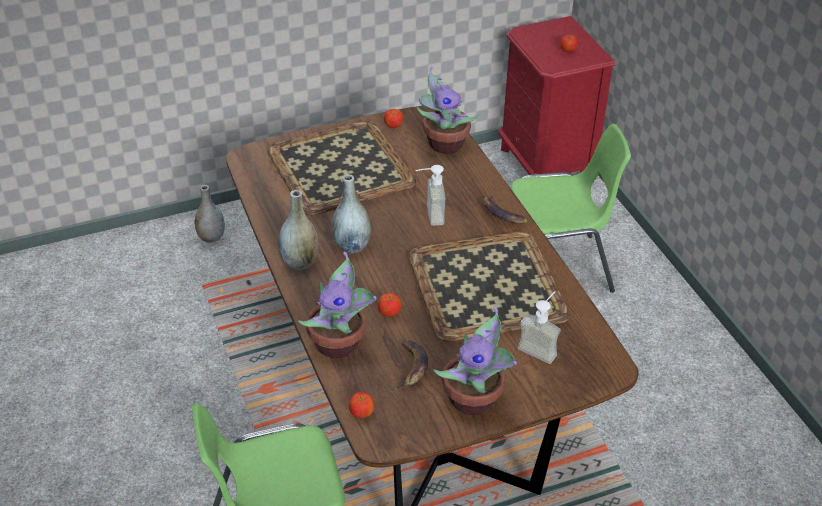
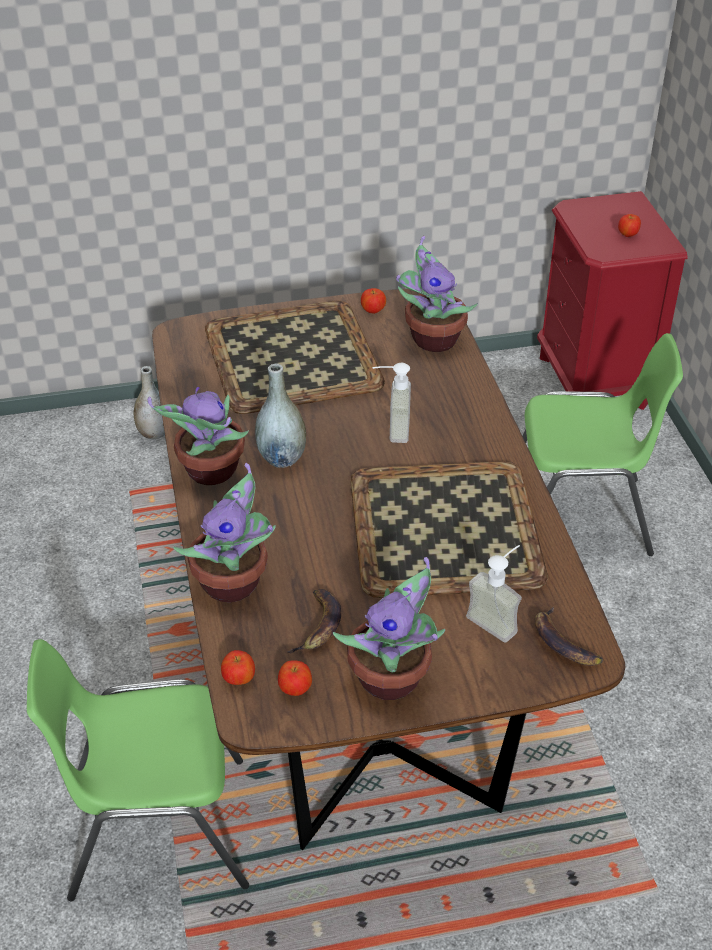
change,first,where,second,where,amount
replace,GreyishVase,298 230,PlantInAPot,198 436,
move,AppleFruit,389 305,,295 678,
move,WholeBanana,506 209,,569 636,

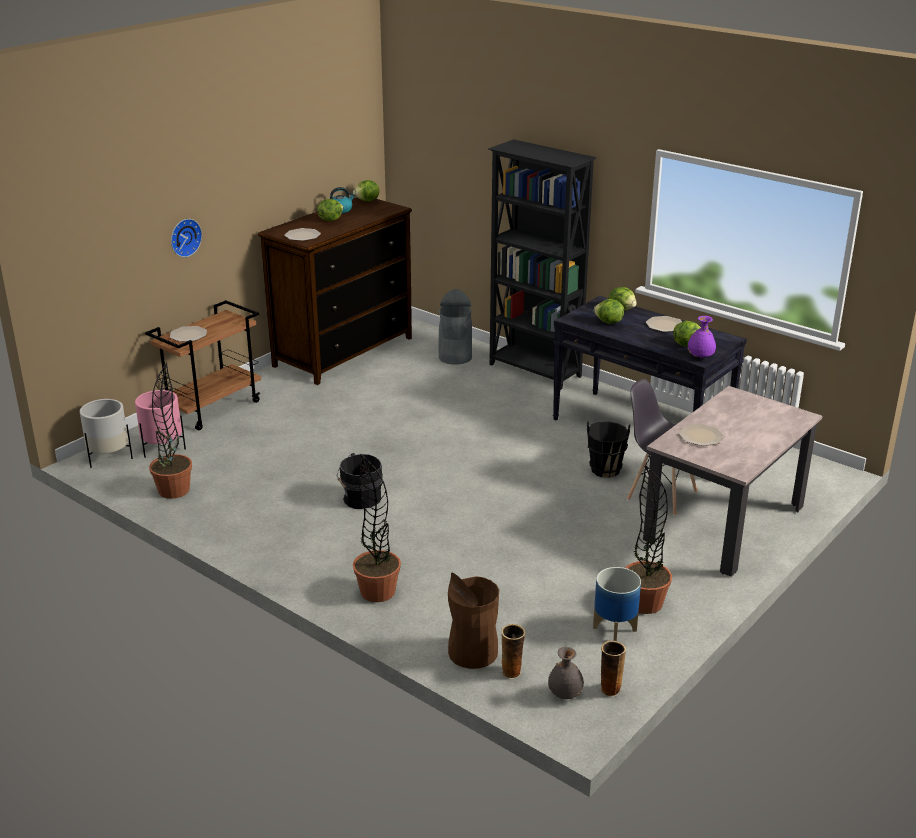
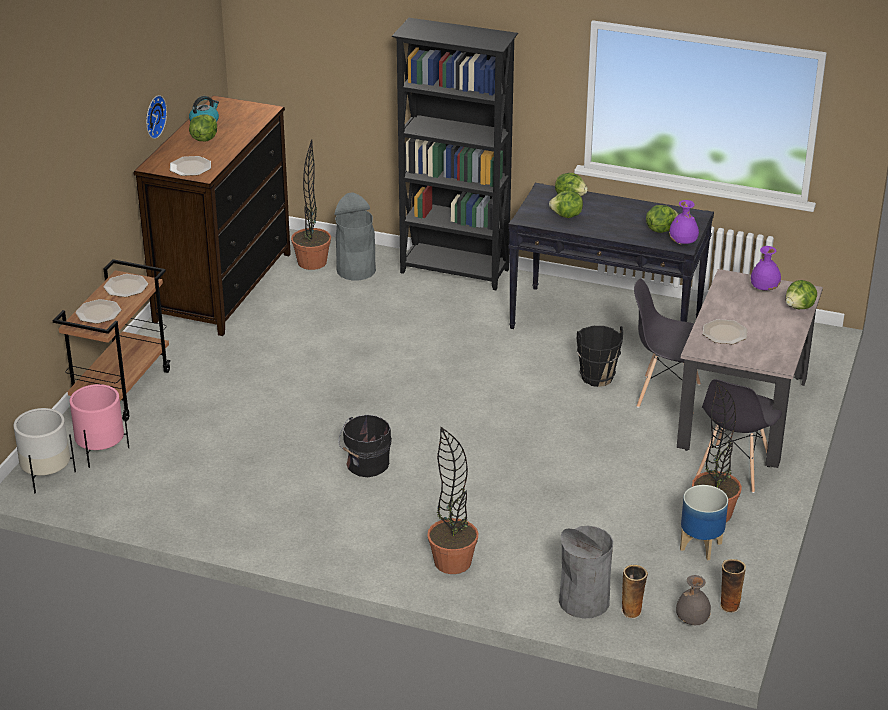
change,first,where,second,where,amount
move,PlantInAPot,170 430,,311 204,
move,WallClock,186 238,,156 117,
move,HeadOfLettuce,366 190,,801 294,
recolor,BrownRubbishBin,473 621,GreyishRubbishBin,586 572,
move,DinnerPlate,664 324,,126 285,
insert,,,GreyishUprightChair,739 436,
insert,,,PurpleColouredVase,766 268,

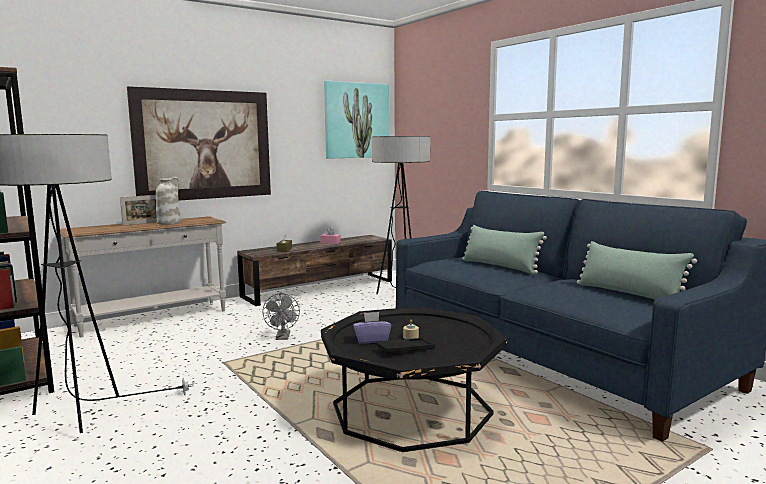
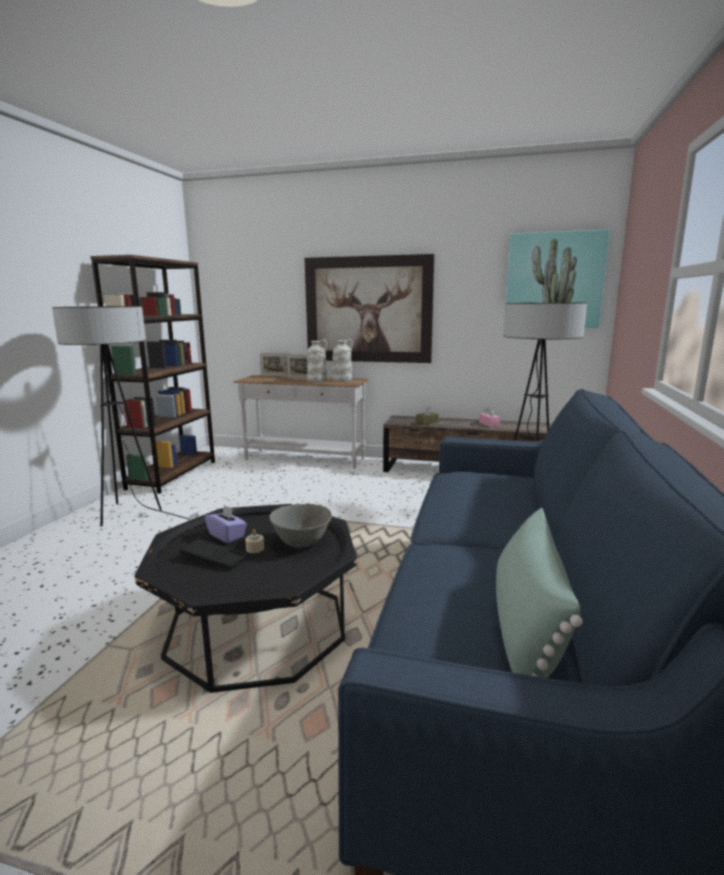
change,first,where,second,where,amount
delete,GreyishFan,281 316,,,
delete,GreenThrowPillow,504 249,,,
insert,,,PhotoFrame,275 364,
insert,,,GreyishBowl,300 526,
insert,,,WhitishVase,342 360,

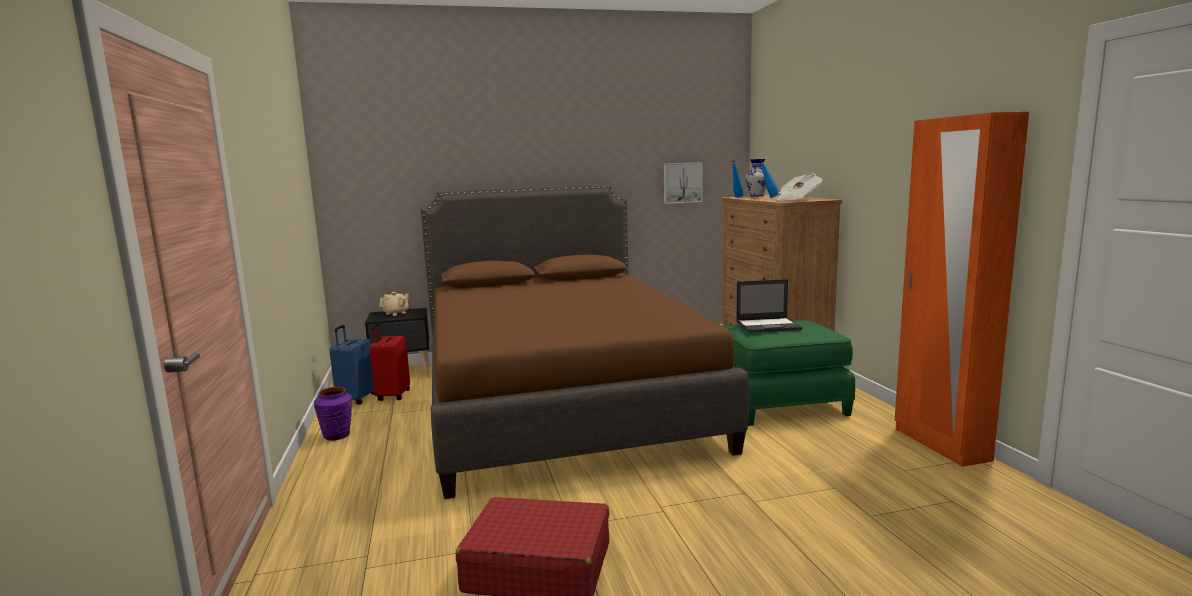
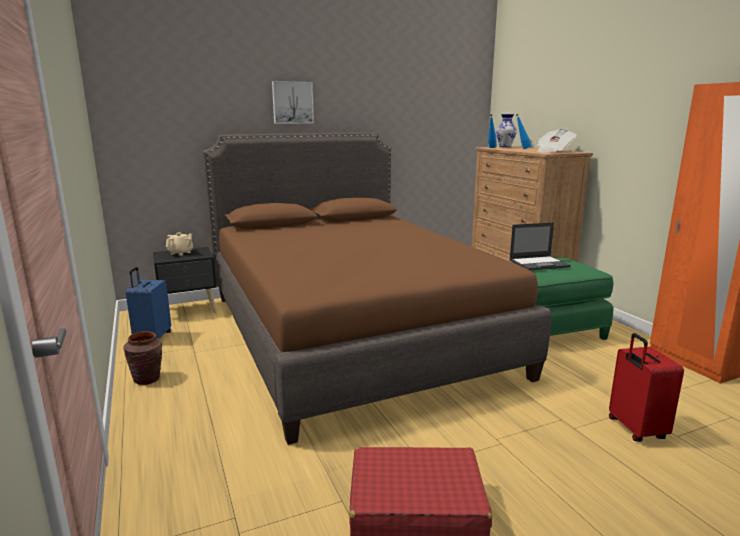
change,first,where,second,where,amount
recolor,PurpleColouredVase,333 414,BrownVase,142 358,
move,RedTravelCase,390 362,,646 387,
move,Picture,683 183,,293 102,

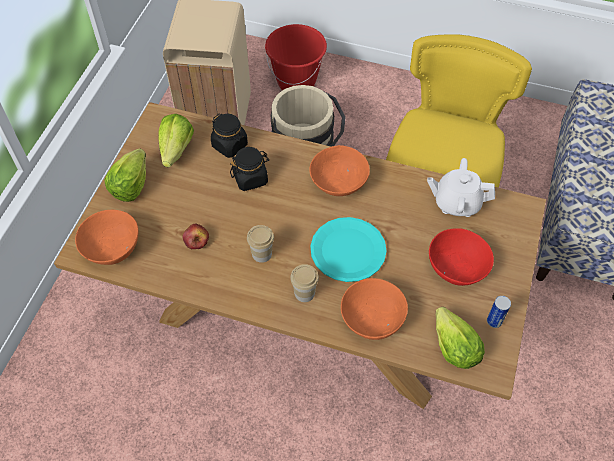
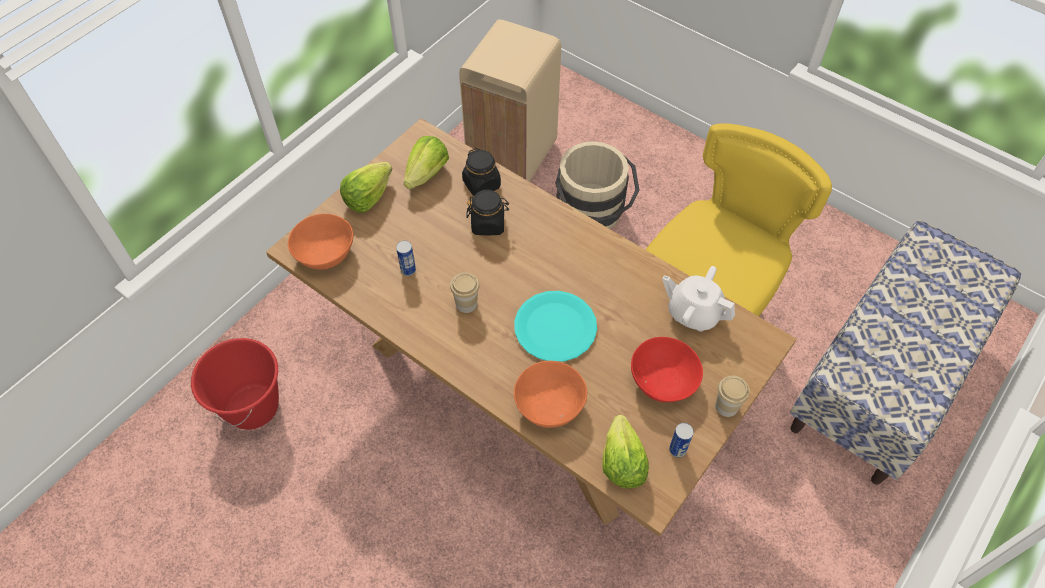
change,first,where,second,where,amount
replace,AppleFruit,196 236,MetalCan,406 258,
move,RedWaterBucket,296 57,,235 384,
move,DrinkingCup,304 283,,732 396,
delete,OrangeyBowl,339 170,,,

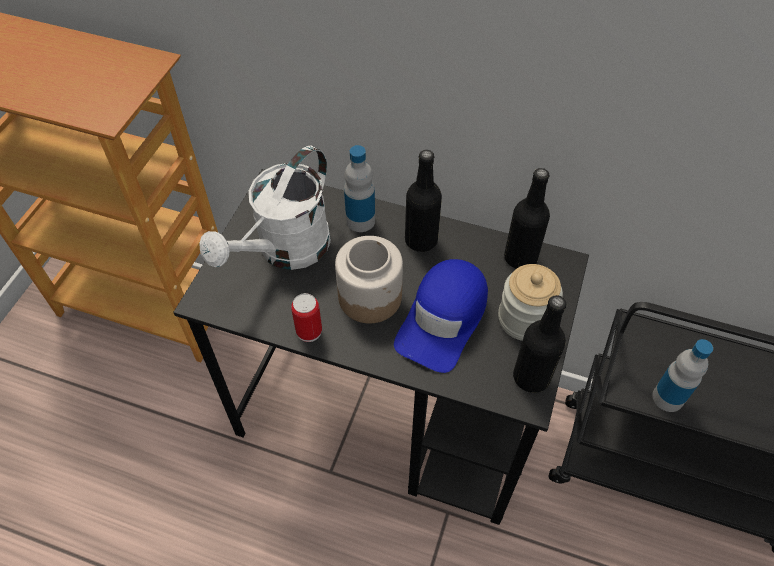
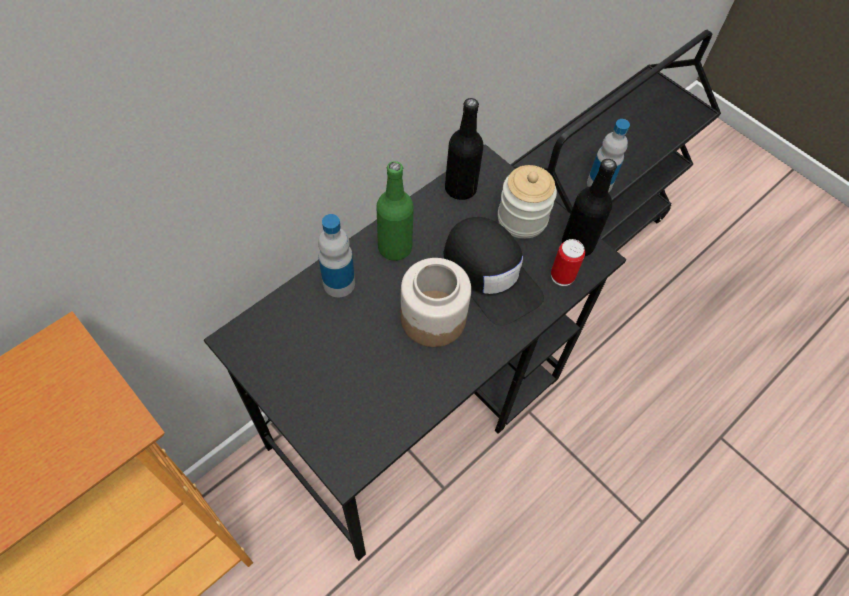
change,first,where,second,where,amount
delete,WhitishWateringCan,265 208,,,
move,MetalCan,306 317,,568 262,
recolor,BluishPeakedCap,441 316,BlackishPeakedCap,493 271,
recolor,BlackishBeverageBottle,423 201,GreenBeverageBottle,395 211,

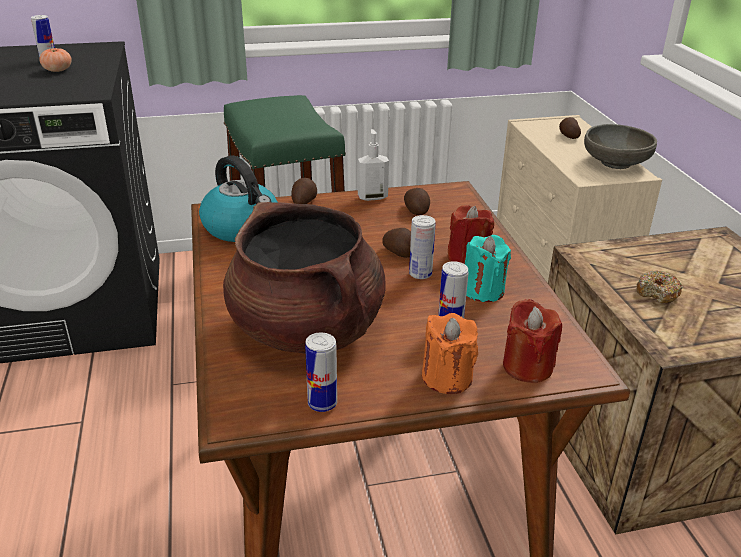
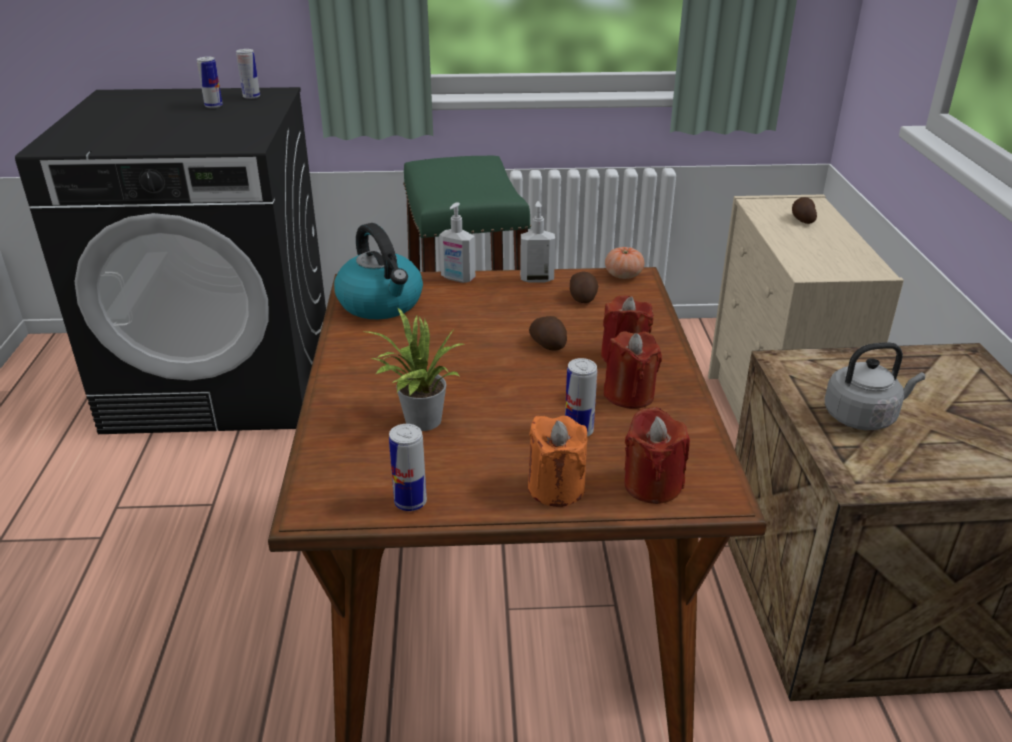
change,first,where,second,where,amount
move,FreshTomato,55 60,,624 263,
replace,BrownSaucepot,304 278,PlantInAPot,415 369,
replace,Spud,304 191,SoapBottle,457 242,
move,MetalCan,422 247,,248 74,
recolor,TurquoiseCandle,488 268,RedCandle,632 370,
delete,GreyishBowl,620 146,,,
replace,Doughnut,660 286,GreyishTeaKettle,875 386,

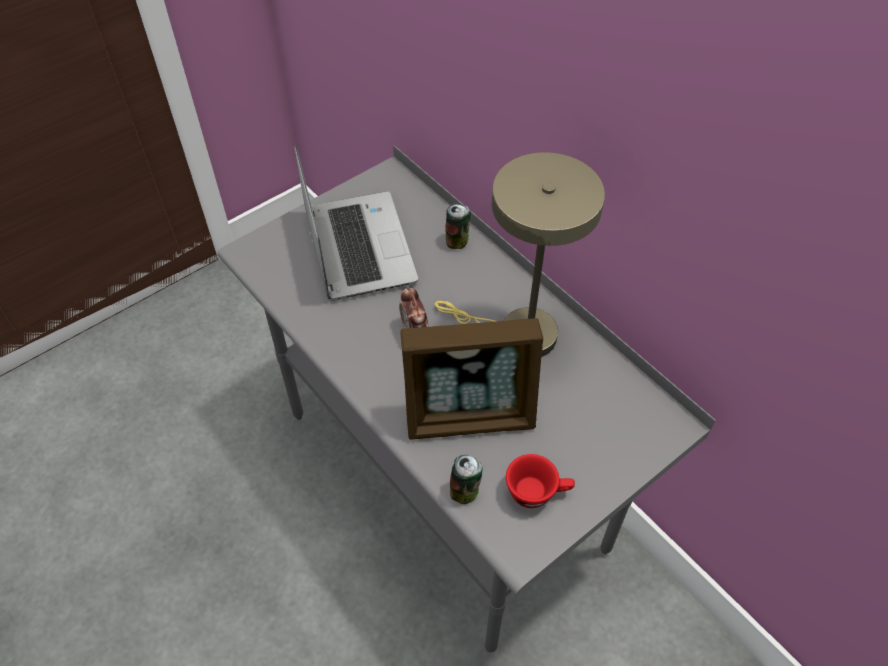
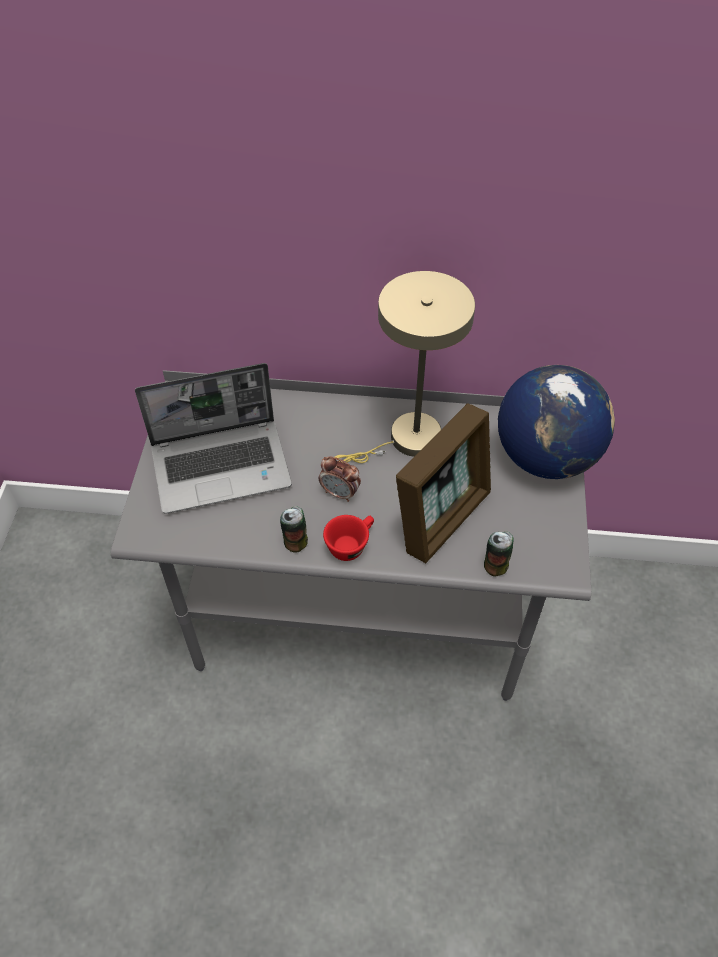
change,first,where,second,where,amount
rotate,Laptop,356 222,,213 438,135 degrees clockwise
move,MetalCan,458 226,,294 529,
move,RedDrinkingCup,540 481,,348 538,
insert,,,DeskGlobe,556 422,

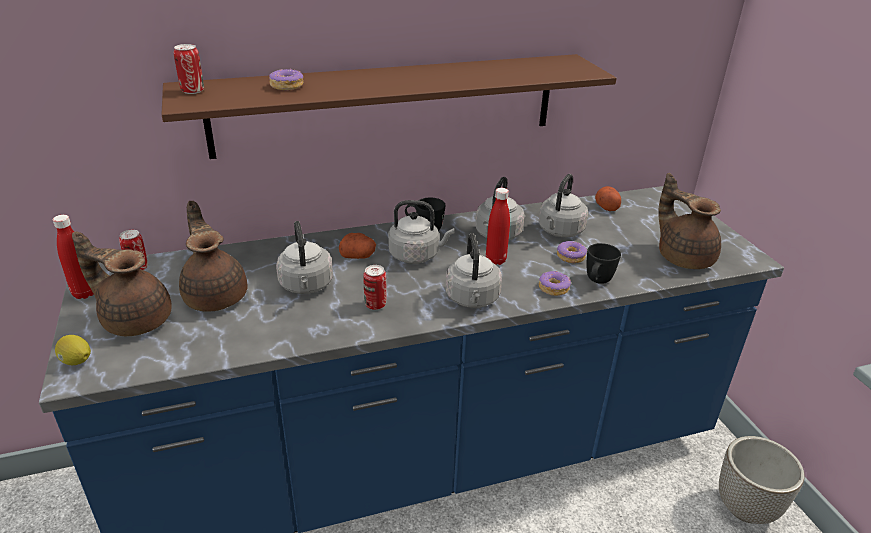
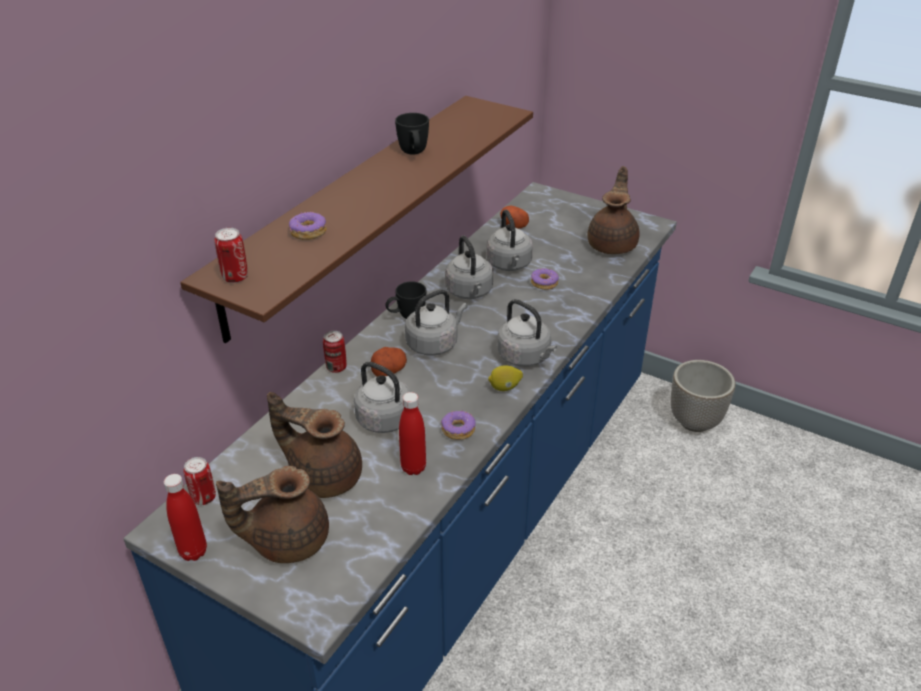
change,first,where,second,where,amount
move,Lemon,73 350,,505 378,
move,MetalCan,374 287,,335 352,
move,RedBeverageBottle,498 226,,412 433,
move,Doughnut,555 283,,458 425,
move,BlackishMug,604 263,,412 134,
rotate,BrownTeaPot,690 221,,614 210,90 degrees clockwise

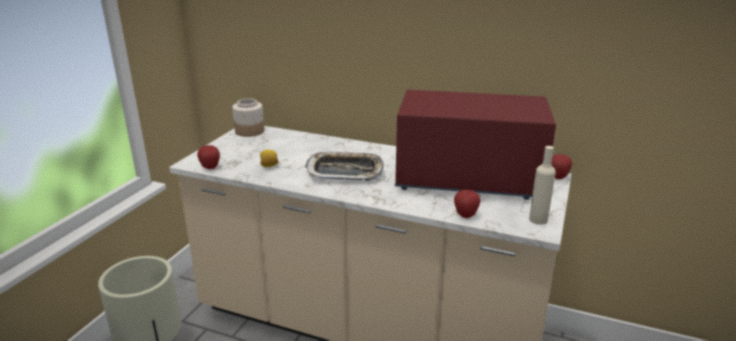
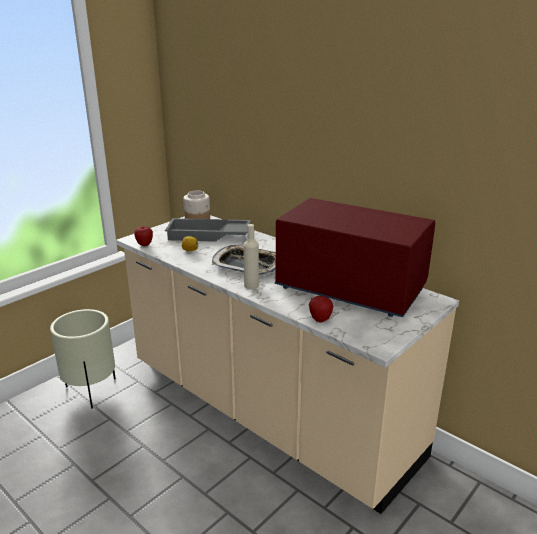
change,first,where,second,where,amount
move,BeigeBeverageBottle,542 185,,251 256,
delete,AppleFruit,561 166,,,
insert,,,GreyishServingTray,208 230,

